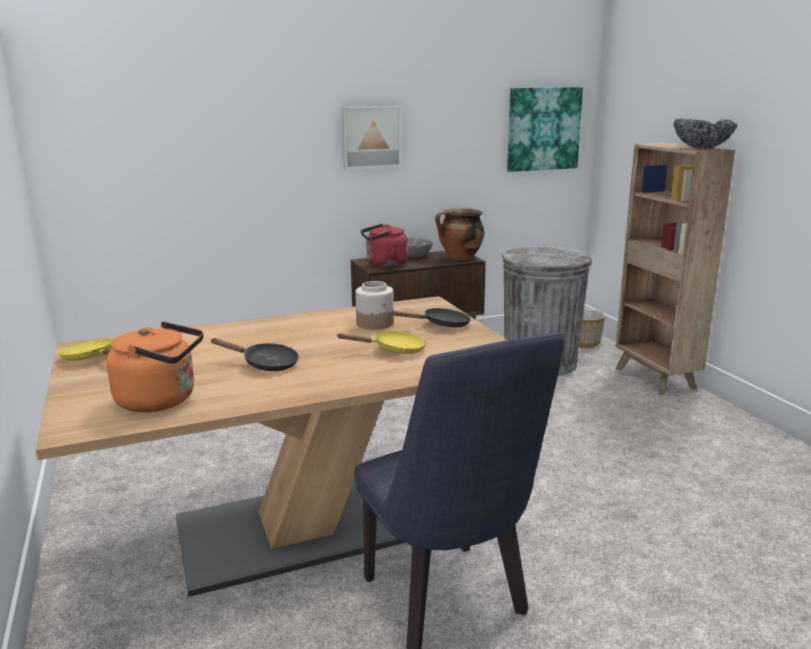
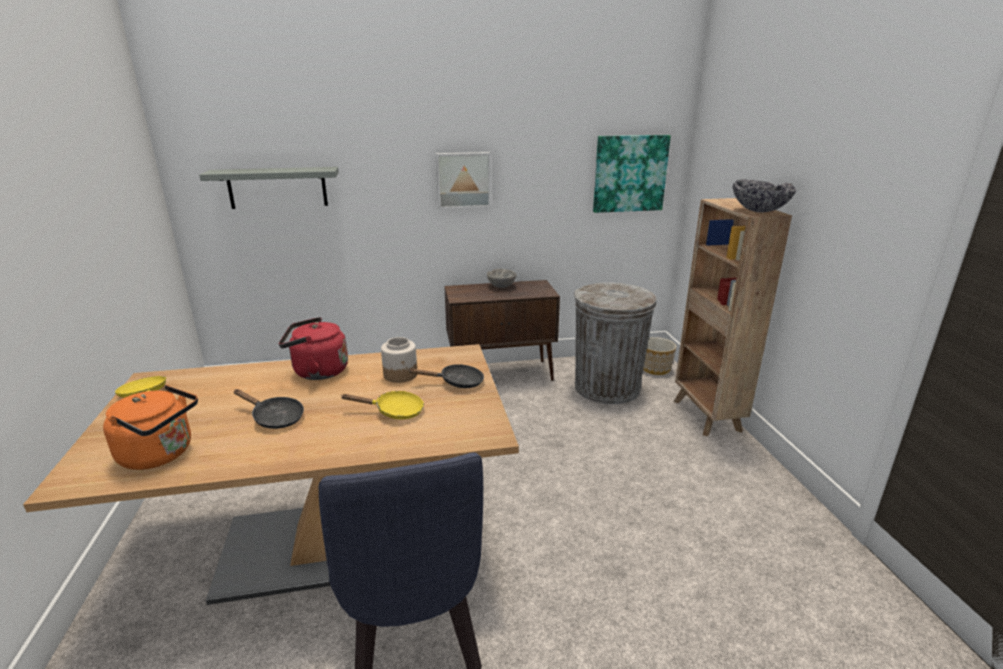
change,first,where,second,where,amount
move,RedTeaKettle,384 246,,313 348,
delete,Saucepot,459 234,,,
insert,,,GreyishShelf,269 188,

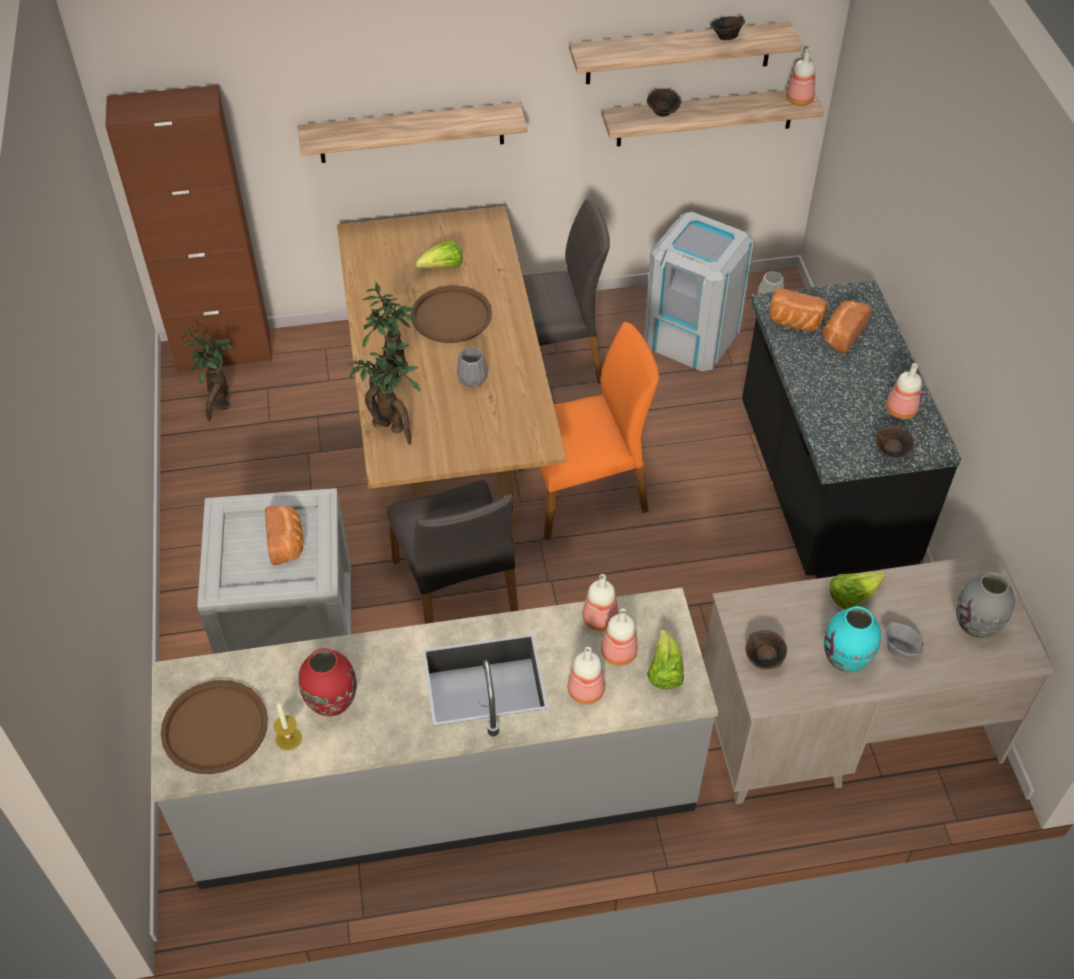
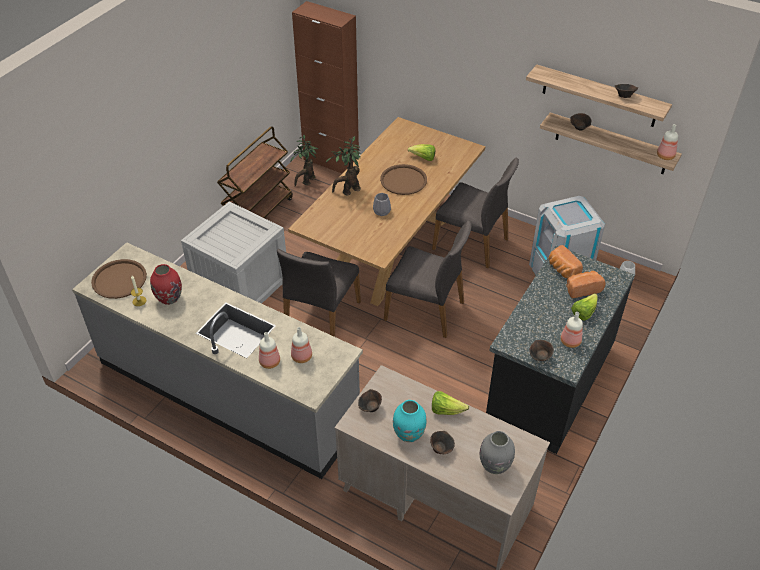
change,first,where,second,where,amount
delete,Bread,284 535,,,
delete,Shelf,412 132,,,
delete,PlantInAPot,384 392,,,
recolor,OrangeyUprightChair,589 431,GreyishUprightChair,428 279,
delete,BeverageBottle,600 602,,,
move,HeadOfLettuce,665 659,,584 307,
recolor,GreyishBowl,904 640,BrownBowl,442 442,
insert,,,BrownCart,255 172,

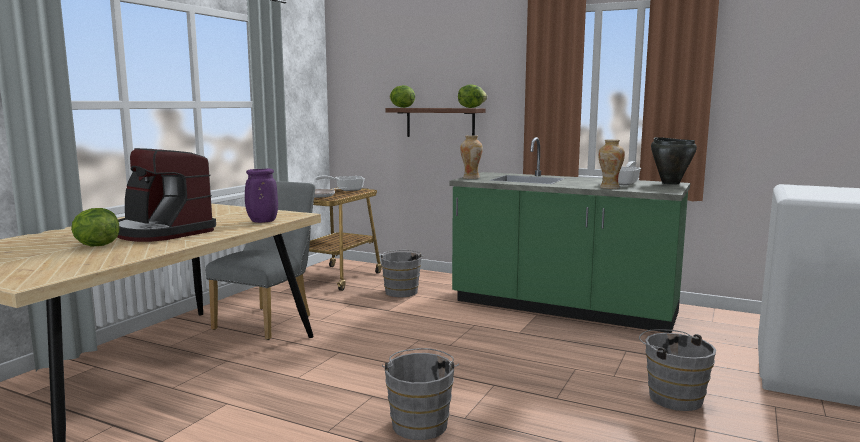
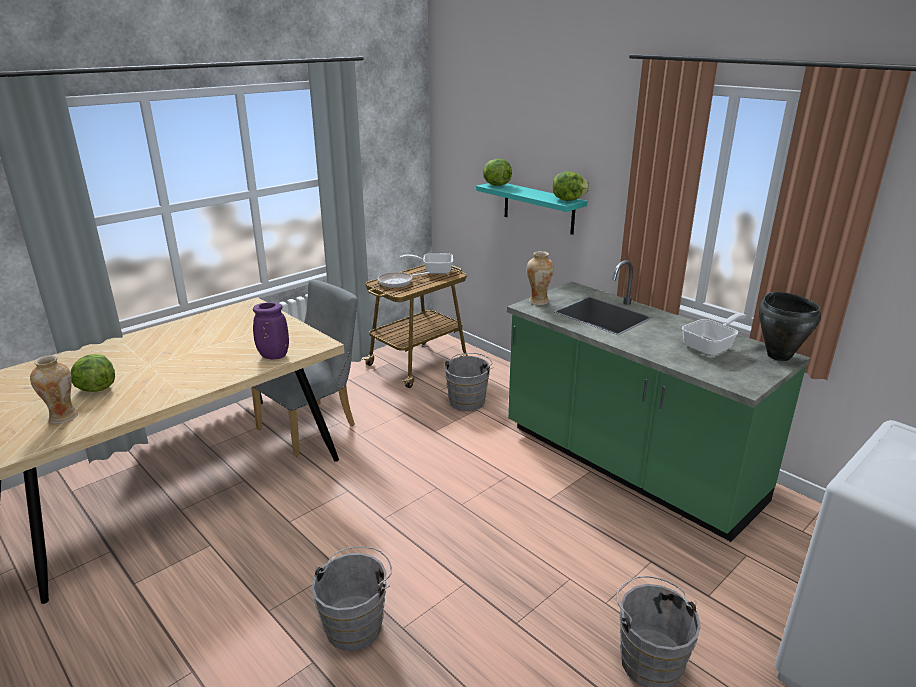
change,first,where,second,where,amount
delete,CoffeeBrewer,166 195,,,
recolor,BrownShelf,435 122,TurquoiseShelf,531 209,
move,Vase,611 164,,54 389,

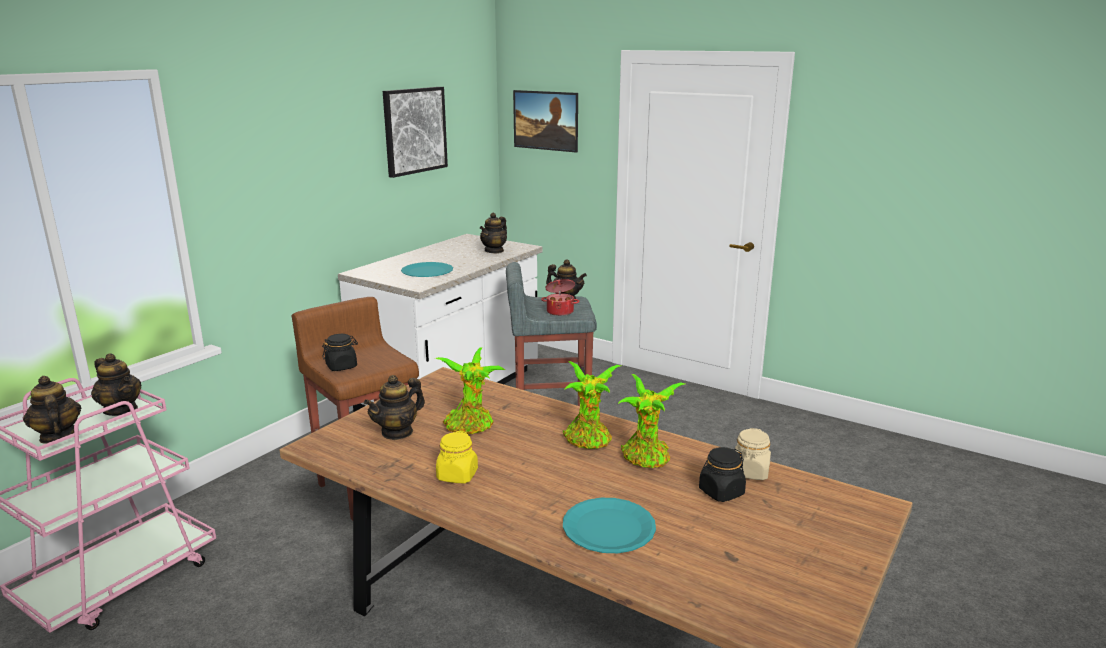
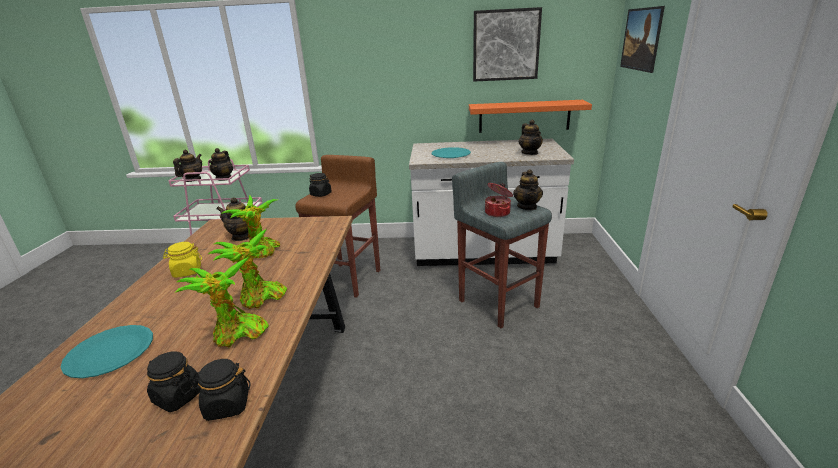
change,first,where,second,where,amount
rotate,TeaPot,493 232,,531 137,105 degrees counterclockwise
recolor,BeigeJar,753 454,BlackishJar,220 390,
insert,,,OrangeyShelf,530 116,

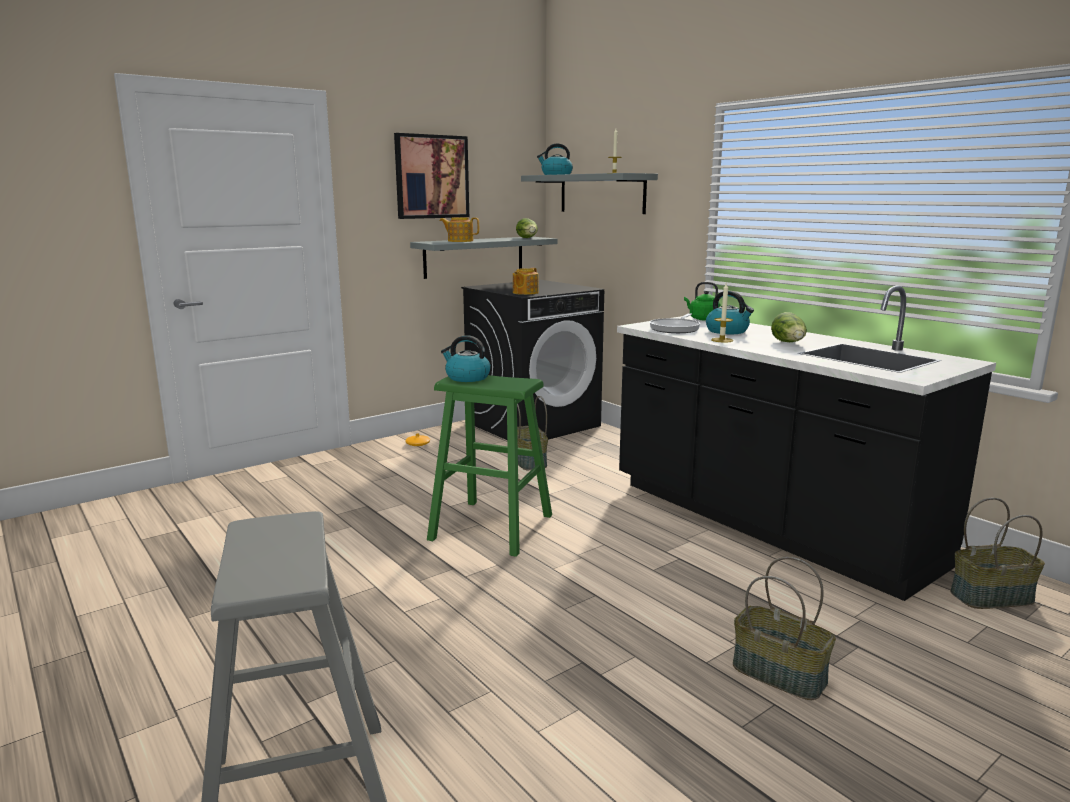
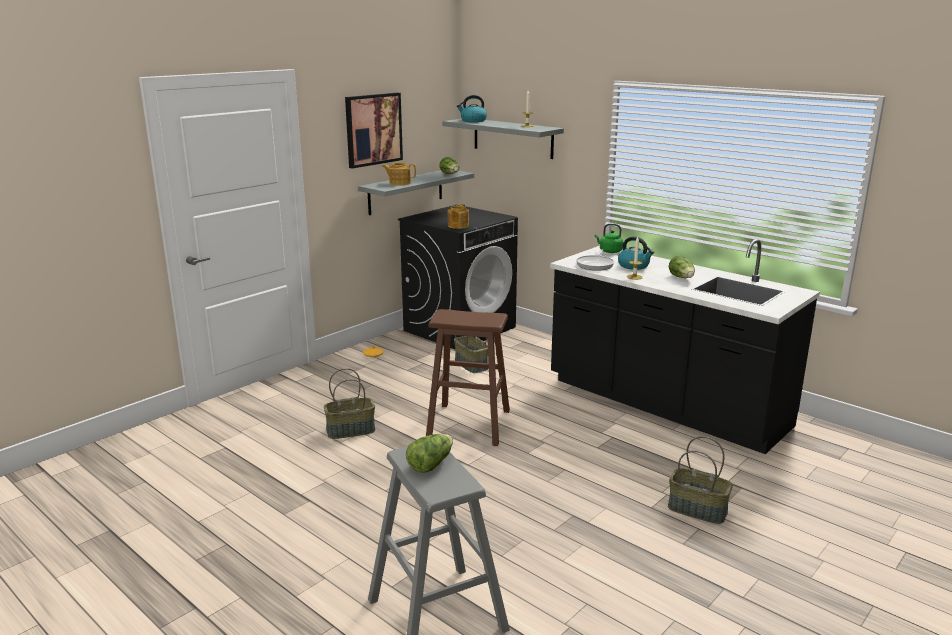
change,first,where,second,where,amount
recolor,GreenStoolSeat,489 466,BrownStoolSeat,468 377,
delete,TeaKettle,466 358,,,
move,StorageBasket,997 553,,349 403,
insert,,,HeadOfLettuce,429 453,

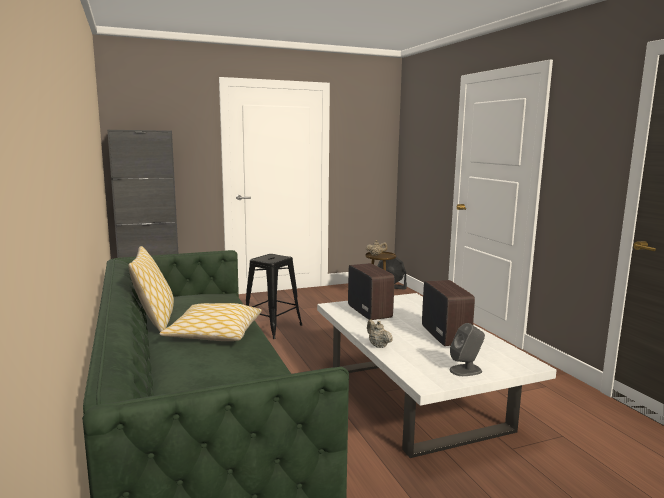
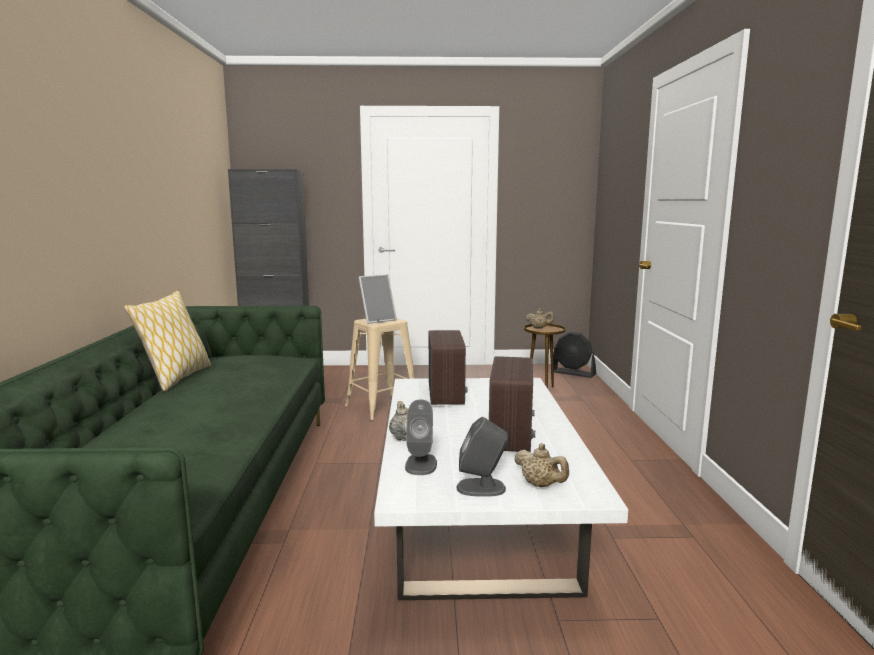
change,first,where,second,where,amount
delete,ThrowPillow,211 322,,,
recolor,BlackishStoolSeat,274 296,BeigeStoolSeat,380 369,
insert,,,PhotoFrame,378 299,
insert,,,GreyishLoudspeaker,421 437,
insert,,,BeigeTeaPot,541 465,

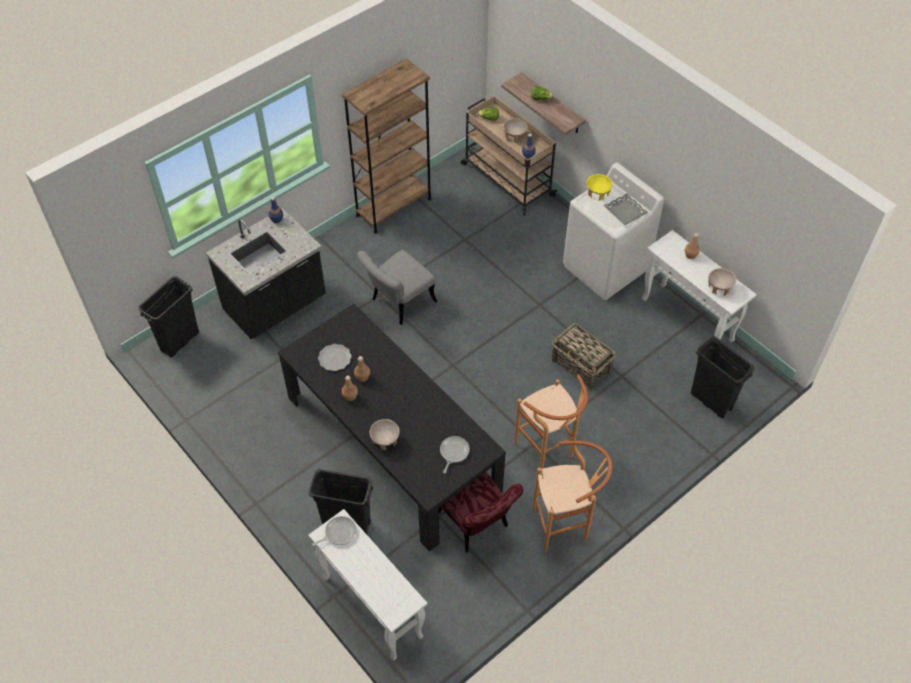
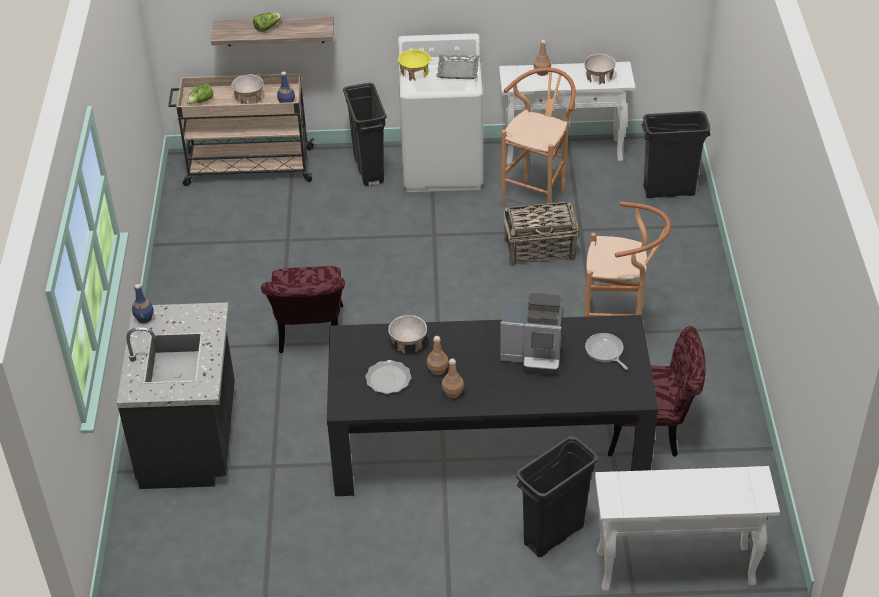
change,first,where,second,where,amount
move,BlackishRubbishBin,168 317,,365 134,
delete,Pan,334 531,,,
delete,BrownBookshelf,387 146,,,
recolor,GreyishUprightChair,397 287,RedUprightChair,303 309,
move,BeigeBowl,385 434,,407 334,
move,BrownStoolSeat,573 497,,538 137,
insert,,,CoffeeBrewer,531 334,

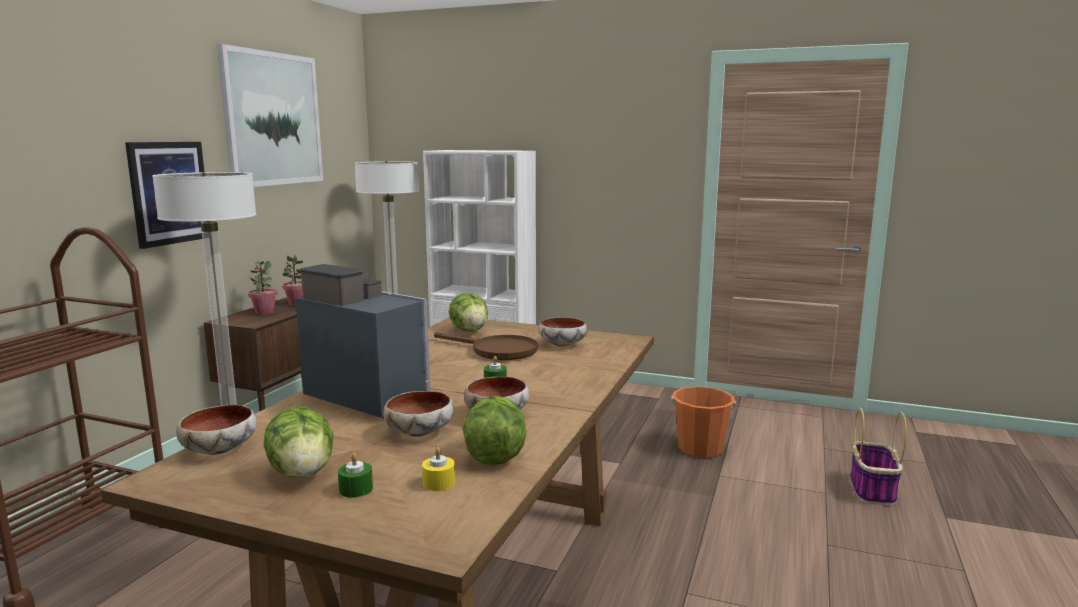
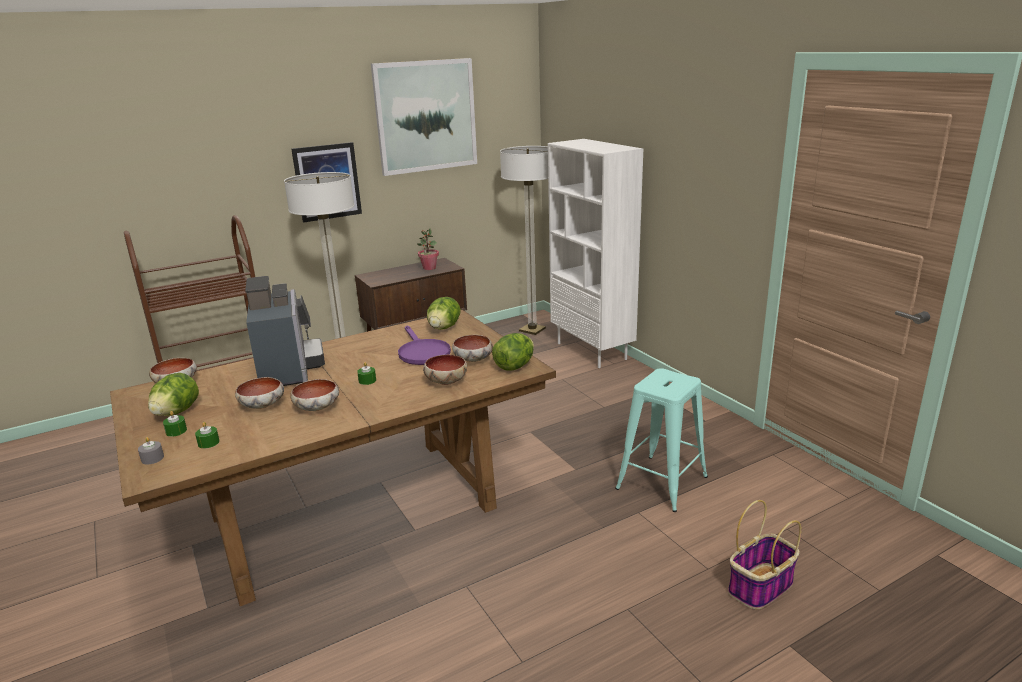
change,first,where,second,where,amount
delete,PlantInAPot,263 288,,,
recolor,YellowColouredCandle,438 469,GreenCandle,207 435,
recolor,BrownPan,486 346,PurpleColouredPan,424 345,
move,HeadOfLettuce,495 430,,513 352,
replace,OrangeyWaterBucket,703 422,TurquoiseStoolSeat,661 440,
insert,,,GreyishCandle,151 450,
insert,,,Bowl,445 370,

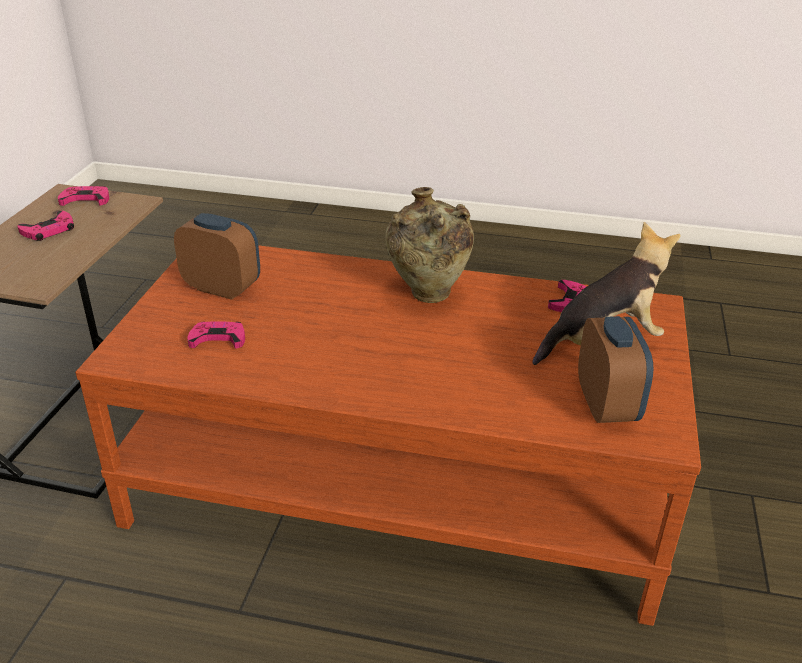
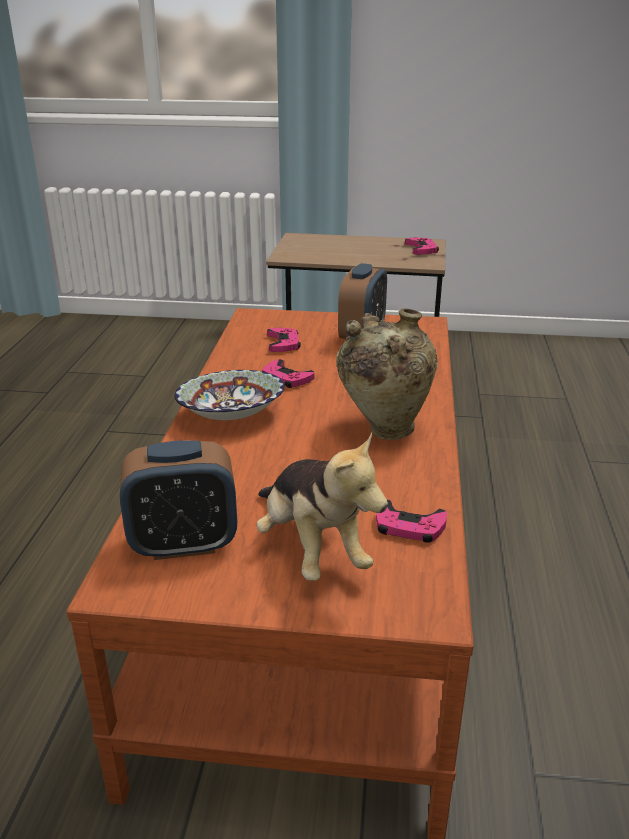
change,first,where,second,where,amount
move,PinkJoypad,45 226,,288 373,
insert,,,Bowl,229 395,

